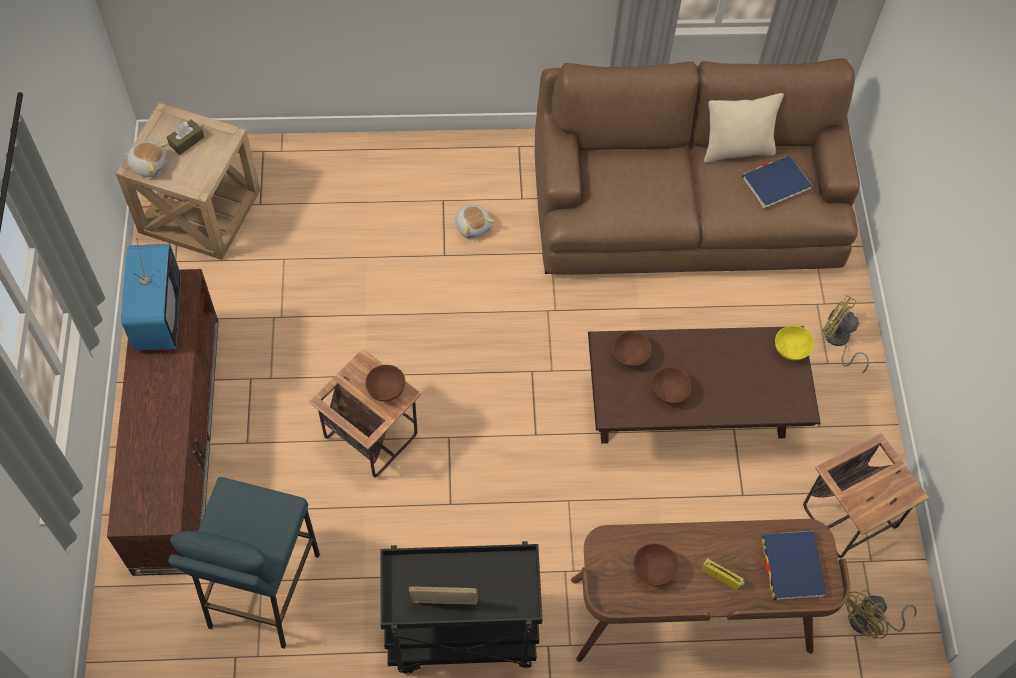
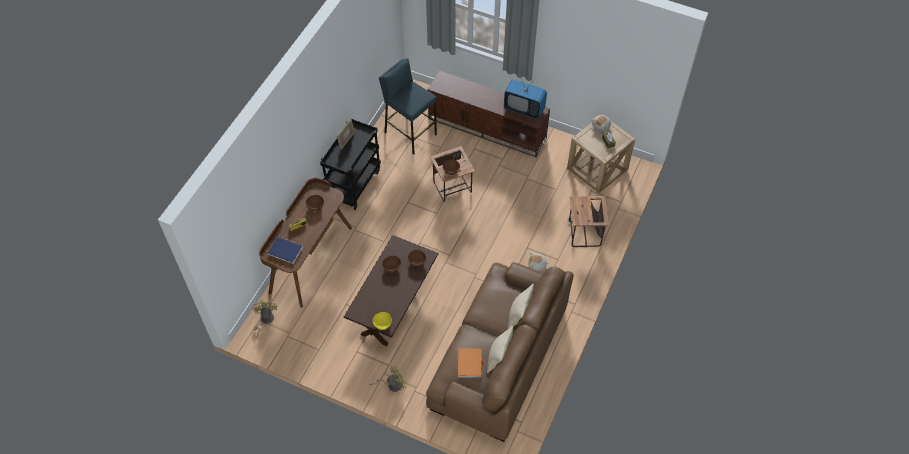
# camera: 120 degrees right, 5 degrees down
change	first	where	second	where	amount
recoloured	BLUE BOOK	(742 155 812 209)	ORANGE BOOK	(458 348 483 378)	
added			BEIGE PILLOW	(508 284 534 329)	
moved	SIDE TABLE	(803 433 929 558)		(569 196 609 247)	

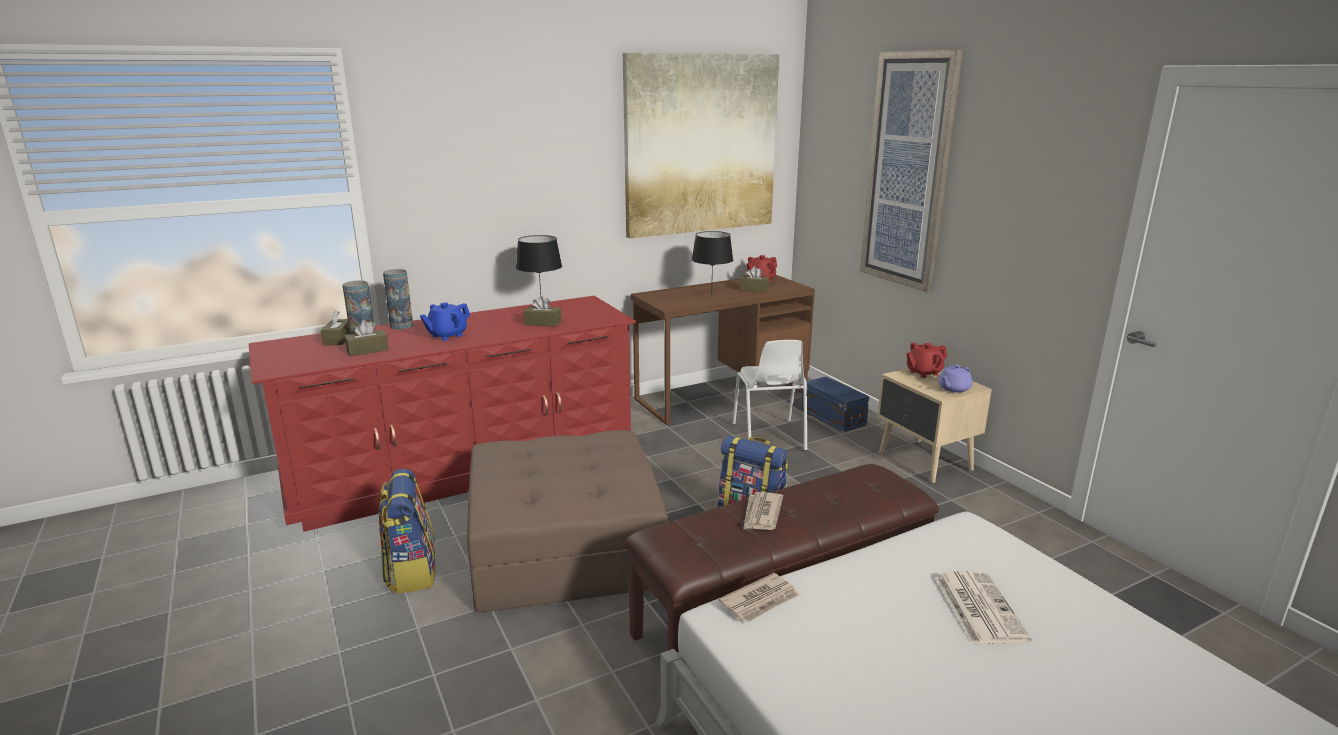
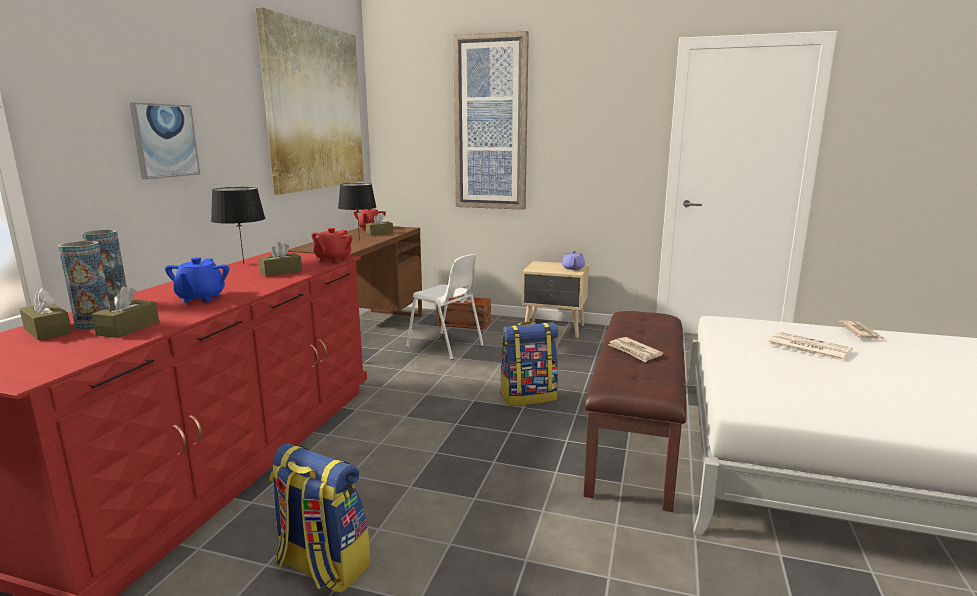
# camera: 45 degrees left, 5 degrees down
change	first	where	second	where	amount
added			PICTURE	(129 102 200 179)	
moved	RED TEAPOT	(906 343 947 378)		(311 228 352 263)	
recoloured	BLUE STORAGE BOX	(801 377 869 432)	BROWN STORAGE BOX	(436 296 491 330)	
moved	NEWSPAPER	(718 573 800 623)		(839 321 885 339)	
removed	BROWN OTTOMAN	(467 430 669 613)			

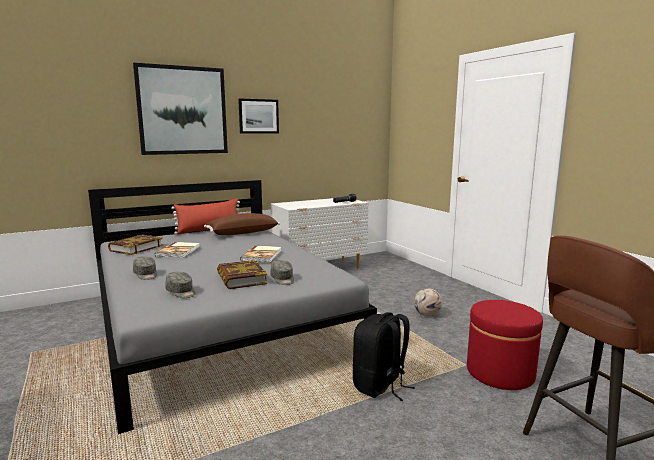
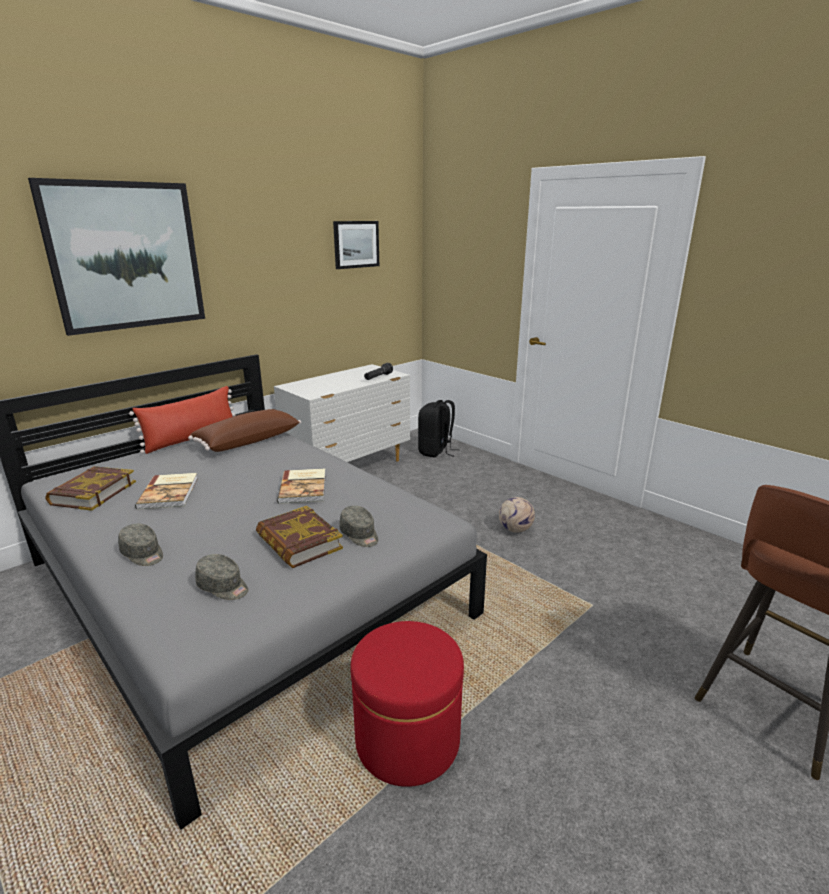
# camera: 15 degrees left, 10 degrees up
change	first	where	second	where	amount
moved	PICTURE	(238 98 279 134)		(333 221 379 269)	
moved	RED OTTOMAN	(467 300 543 390)		(351 621 464 787)	
moved	BLACK BACKPACK	(353 312 415 401)		(418 400 459 458)	

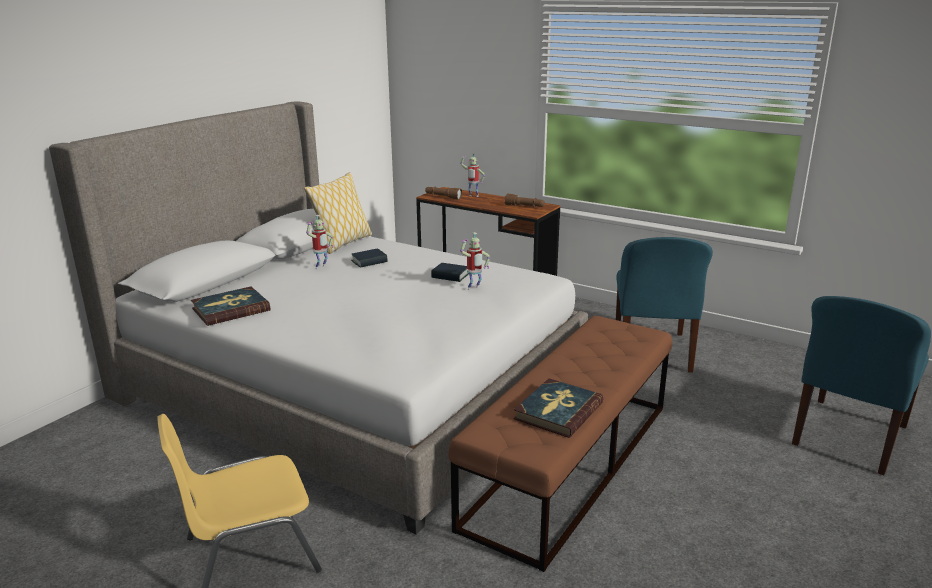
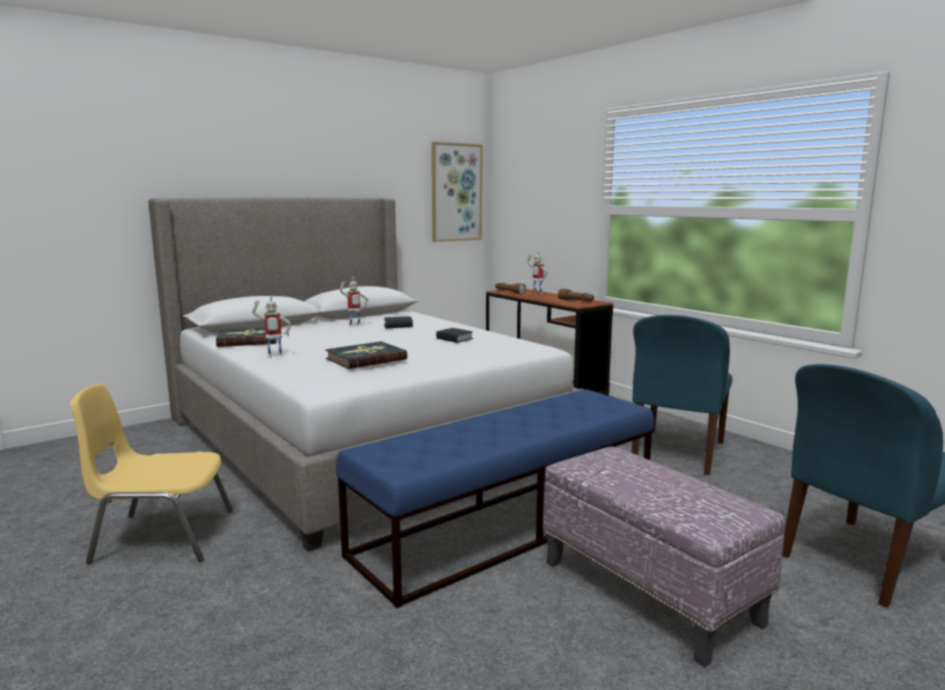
# camera: 20 degrees right, 10 degrees down
change	first	where	second	where	amount
moved	TOY ROBOT	(460 232 490 290)		(252 296 292 357)	
moved	BOOK	(514 378 603 438)		(325 341 407 369)	
recoloured	BROWN BENCH	(448 316 672 572)	BLUE BENCH	(336 389 654 608)	
added			PICTURE	(432 142 483 242)	
added			OTTOMAN	(543 447 786 667)	
removed	PILLOW	(304 172 372 254)			

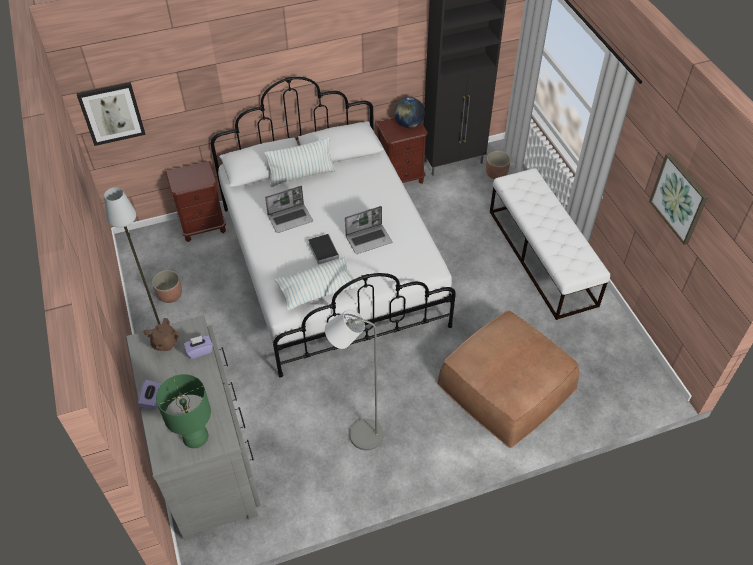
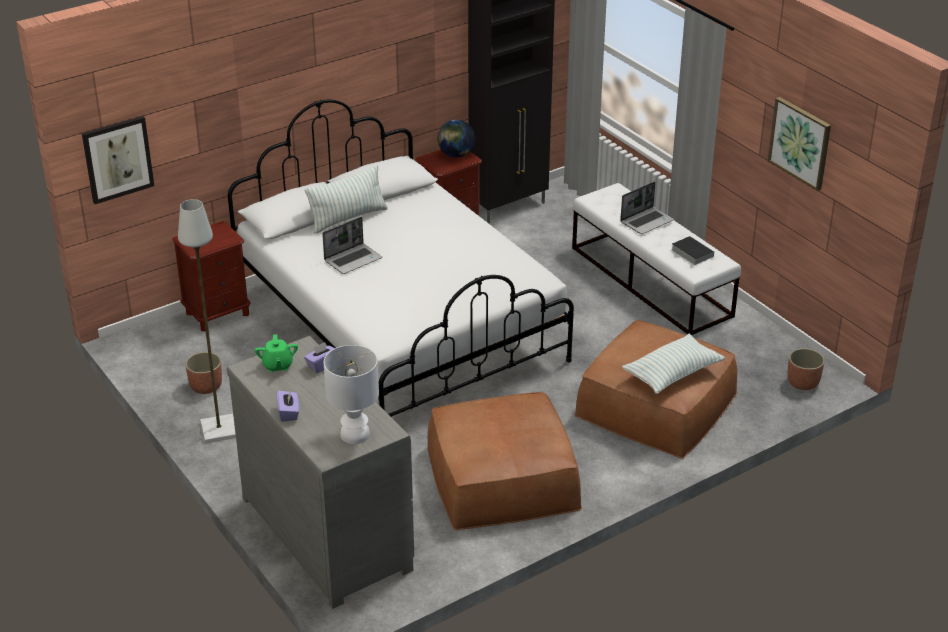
# camera: 15 degrees left, 15 degrees down
change	first	where	second	where	amount
recoloured	BROWN TEAPOT	(144 318 180 351)	GREEN TEAPOT	(255 334 298 372)	
recoloured	GREEN TABLE LAMP	(156 374 211 448)	WHITE TABLE LAMP	(324 345 379 444)	
replaced	GREY FLOOR LAMP	(325 309 384 450)	BROWN OTTOMAN	(427 392 582 530)	
moved	LAPTOP	(345 206 392 254)		(620 182 674 234)	
moved	PILLOW	(274 257 360 311)		(622 334 725 394)	
moved	BOOK	(308 234 339 265)		(671 236 714 265)	
moved	PLANTER	(486 151 511 179)		(787 348 825 390)	

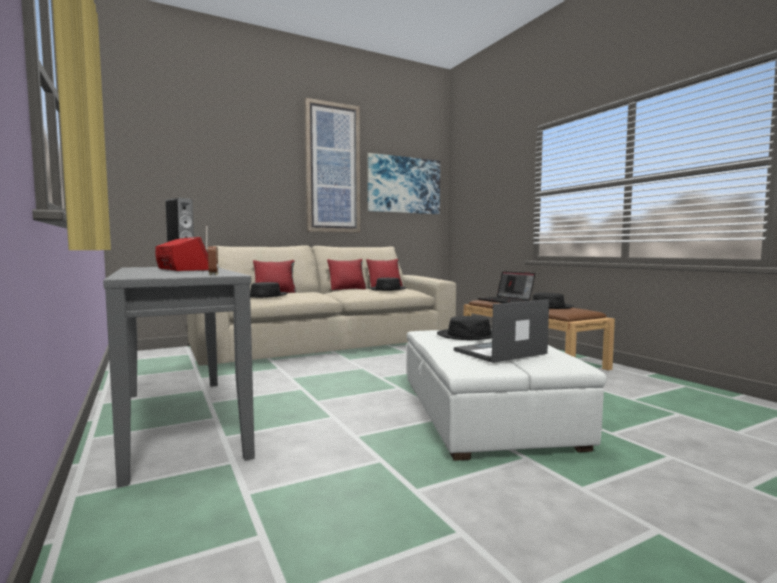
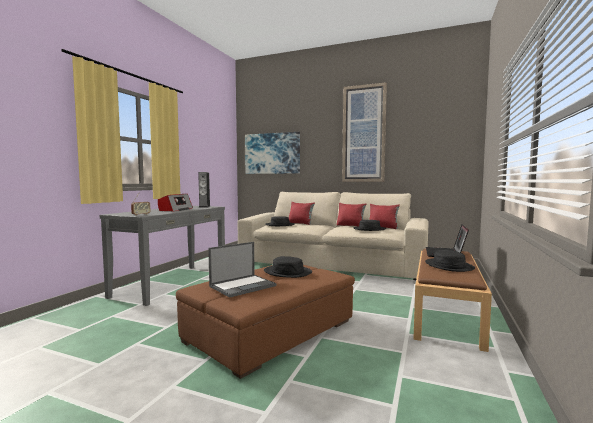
# camera: 50 degrees right, 0 degrees up
change	first	where	second	where	amount
recoloured	WHITE OTTOMAN	(407 329 607 461)	BROWN OTTOMAN	(176 265 355 379)	
turned	LAPTOP	(454 300 549 363)		(208 242 277 298)	120 degrees clockwise
moved	PICTURE	(367 153 440 214)		(245 132 300 174)	

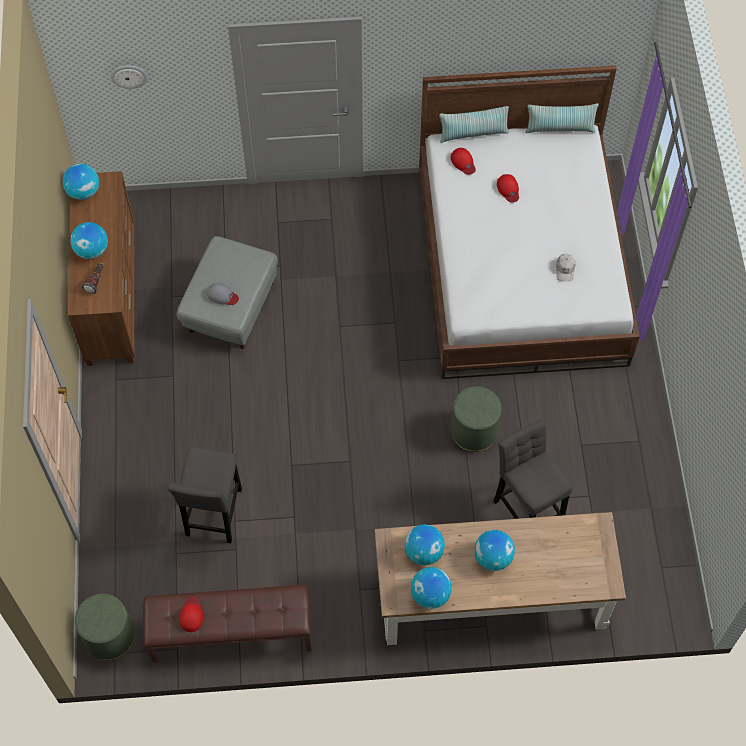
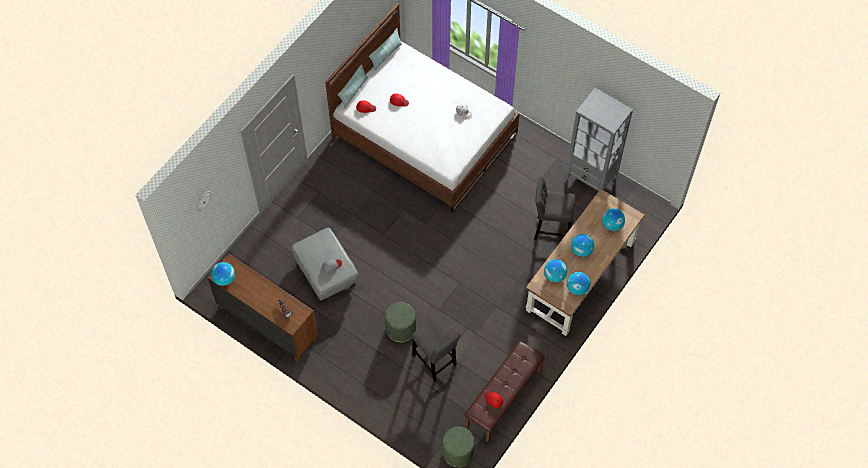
# camera: 50 degrees left, 0 degrees up
change	first	where	second	where	amount
moved	GREEN OTTOMAN	(451 386 502 452)		(385 302 416 342)	
added			GREY BOOKCASE	(566 88 633 192)	
moved	GLOBE	(70 222 108 259)		(602 208 625 231)	

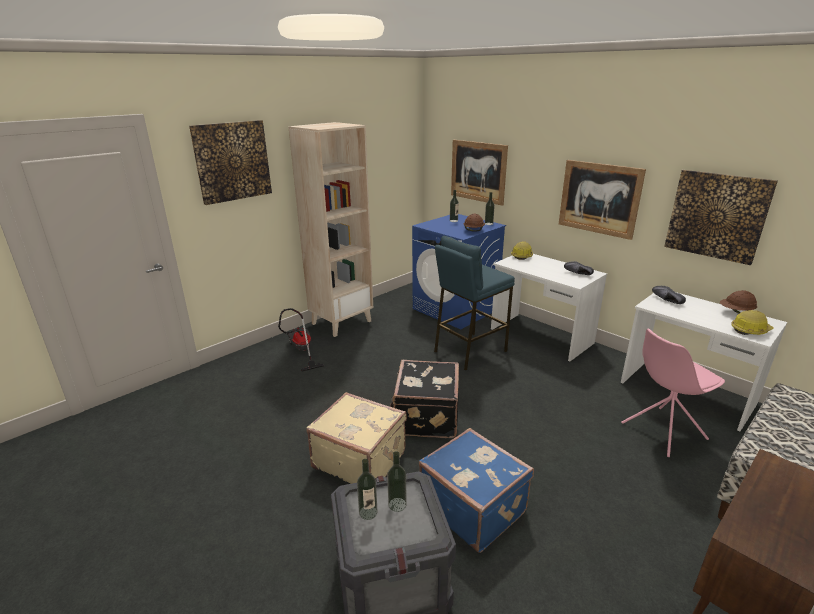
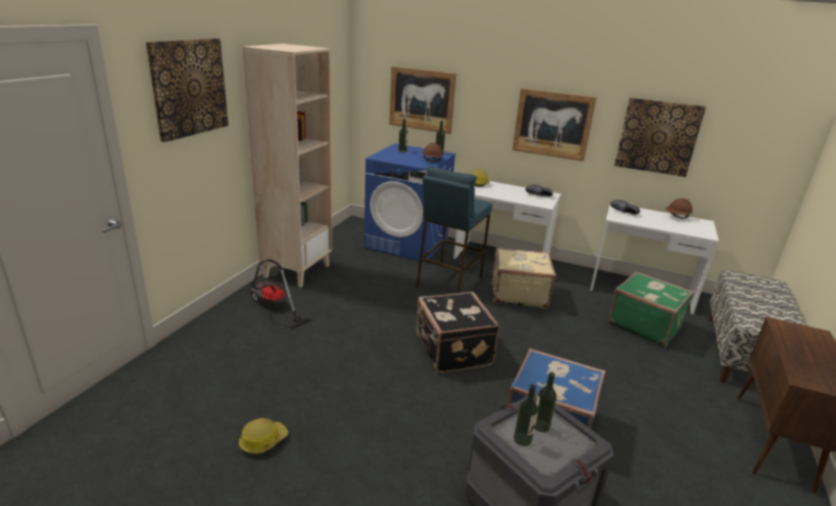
# camera: 25 degrees left, 0 degrees up
change	first	where	second	where	amount
moved	HARD HAT	(731 310 774 335)		(239 418 288 454)	
moved	BEIGE SUITCASE	(306 392 407 484)		(492 248 556 308)	
replaced	PINK CHAIR	(621 329 725 457)	GREEN SUITCASE	(608 271 694 347)	

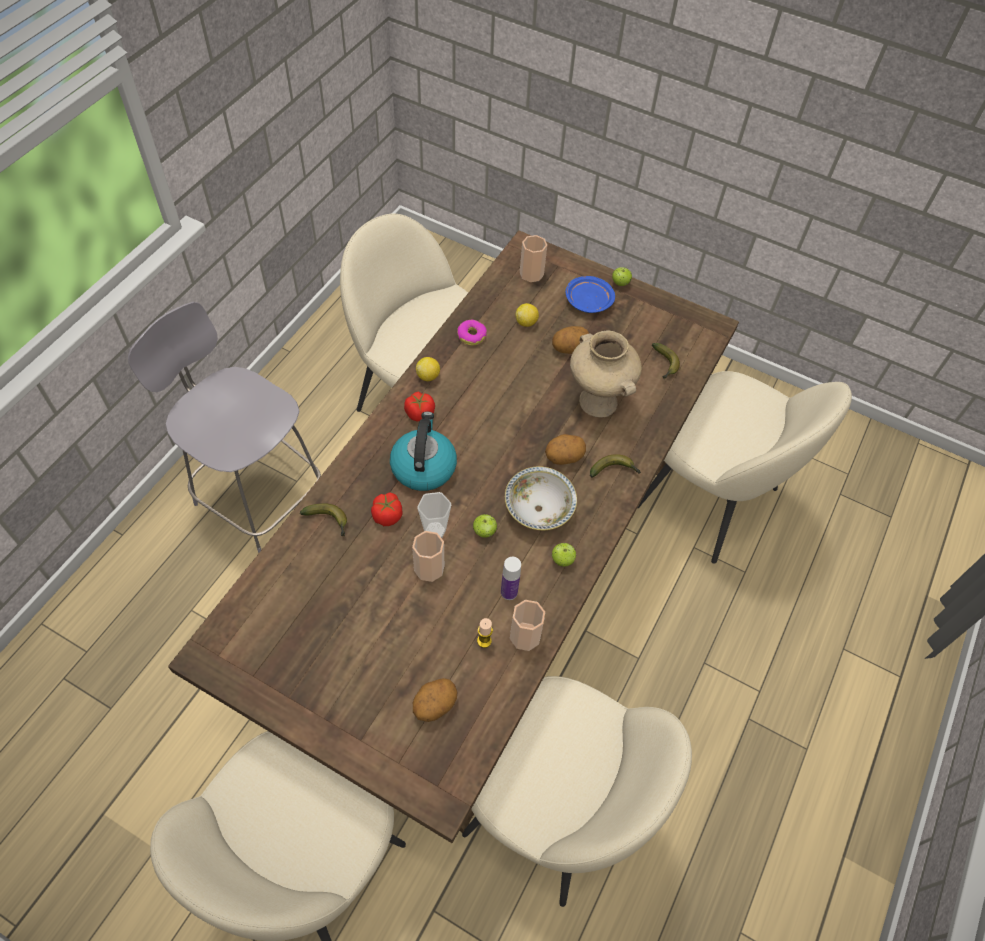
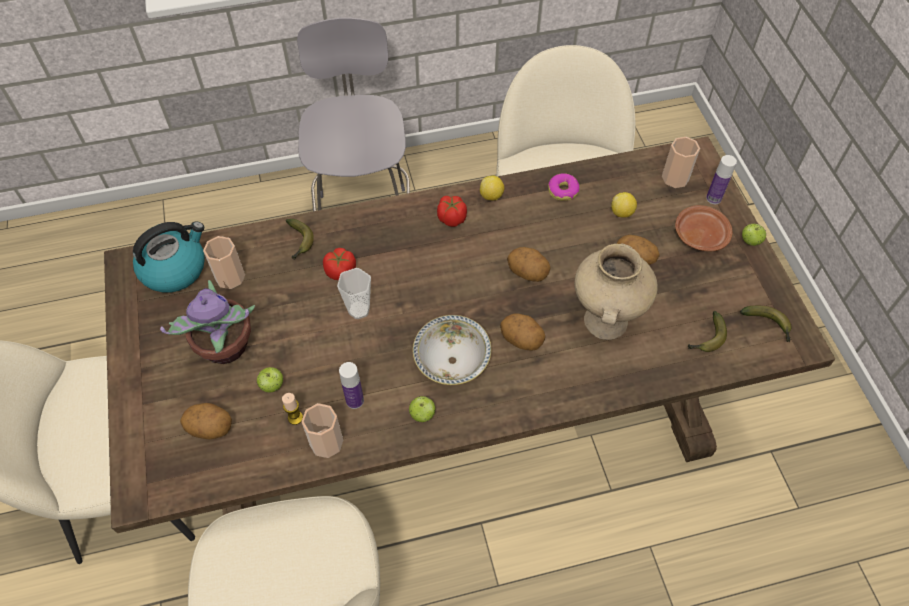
# camera: 50 degrees right, 0 degrees up
change	first	where	second	where	amount
moved	KETTLE	(390 412 457 491)		(133 222 205 293)	
added			POTTED PLANT	(160 280 255 364)	
moved	CUP	(412 531 444 582)		(203 236 245 289)	
moved	APPLE	(473 514 497 538)		(257 367 283 393)	
added			POTATO	(507 247 551 282)	
recoloured	BLUE PLATE	(566 276 615 313)	BROWN PLATE	(675 205 732 251)	
added			BOTTLE	(706 155 737 204)	
moved	BANANA	(590 454 641 478)		(740 306 792 342)	
removed	BEIGE CHAIR	(638 371 852 564)			

